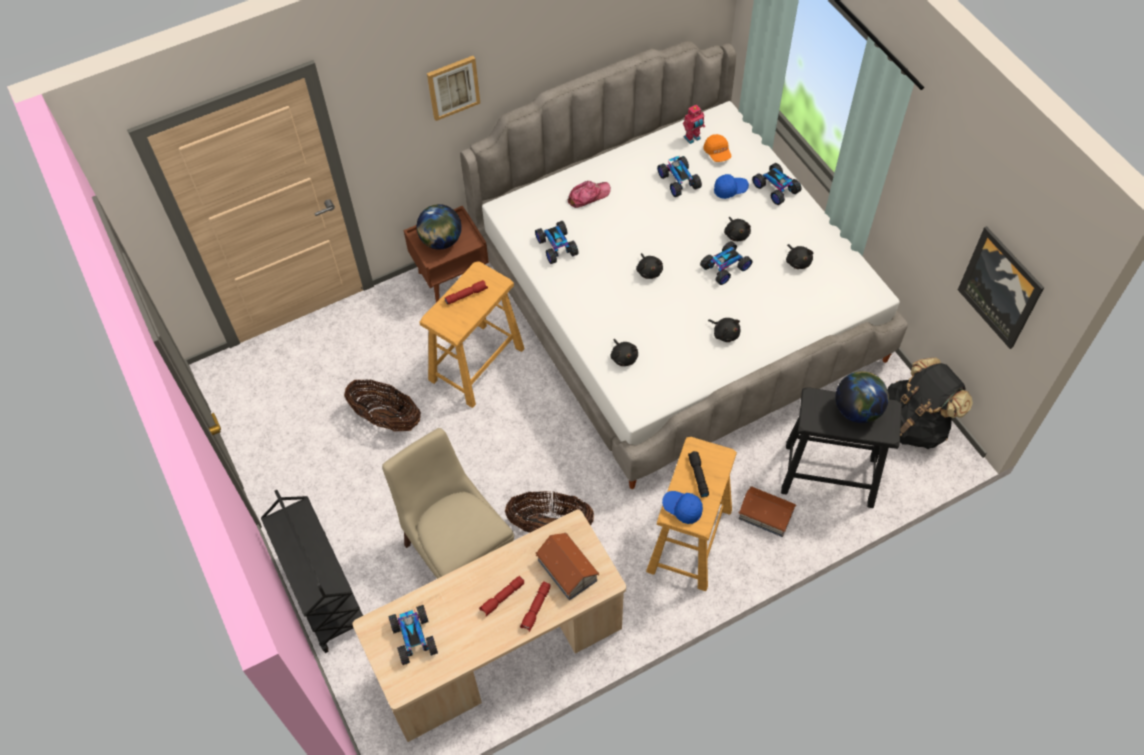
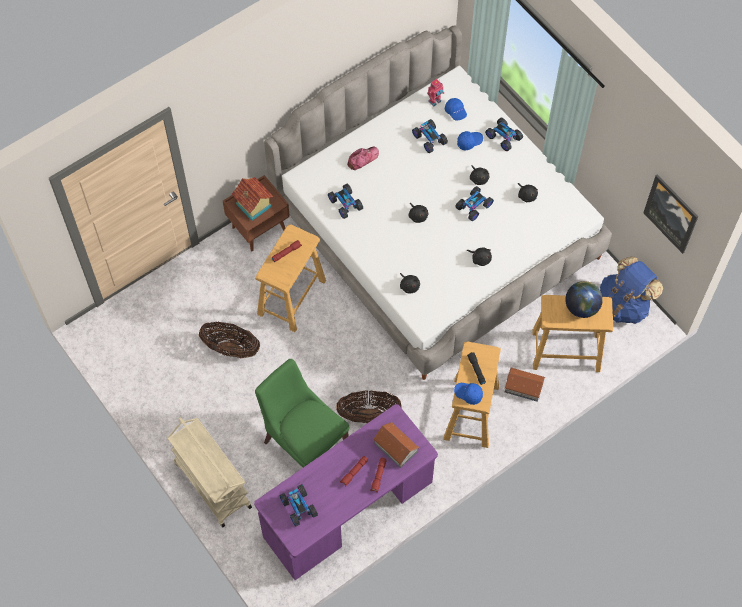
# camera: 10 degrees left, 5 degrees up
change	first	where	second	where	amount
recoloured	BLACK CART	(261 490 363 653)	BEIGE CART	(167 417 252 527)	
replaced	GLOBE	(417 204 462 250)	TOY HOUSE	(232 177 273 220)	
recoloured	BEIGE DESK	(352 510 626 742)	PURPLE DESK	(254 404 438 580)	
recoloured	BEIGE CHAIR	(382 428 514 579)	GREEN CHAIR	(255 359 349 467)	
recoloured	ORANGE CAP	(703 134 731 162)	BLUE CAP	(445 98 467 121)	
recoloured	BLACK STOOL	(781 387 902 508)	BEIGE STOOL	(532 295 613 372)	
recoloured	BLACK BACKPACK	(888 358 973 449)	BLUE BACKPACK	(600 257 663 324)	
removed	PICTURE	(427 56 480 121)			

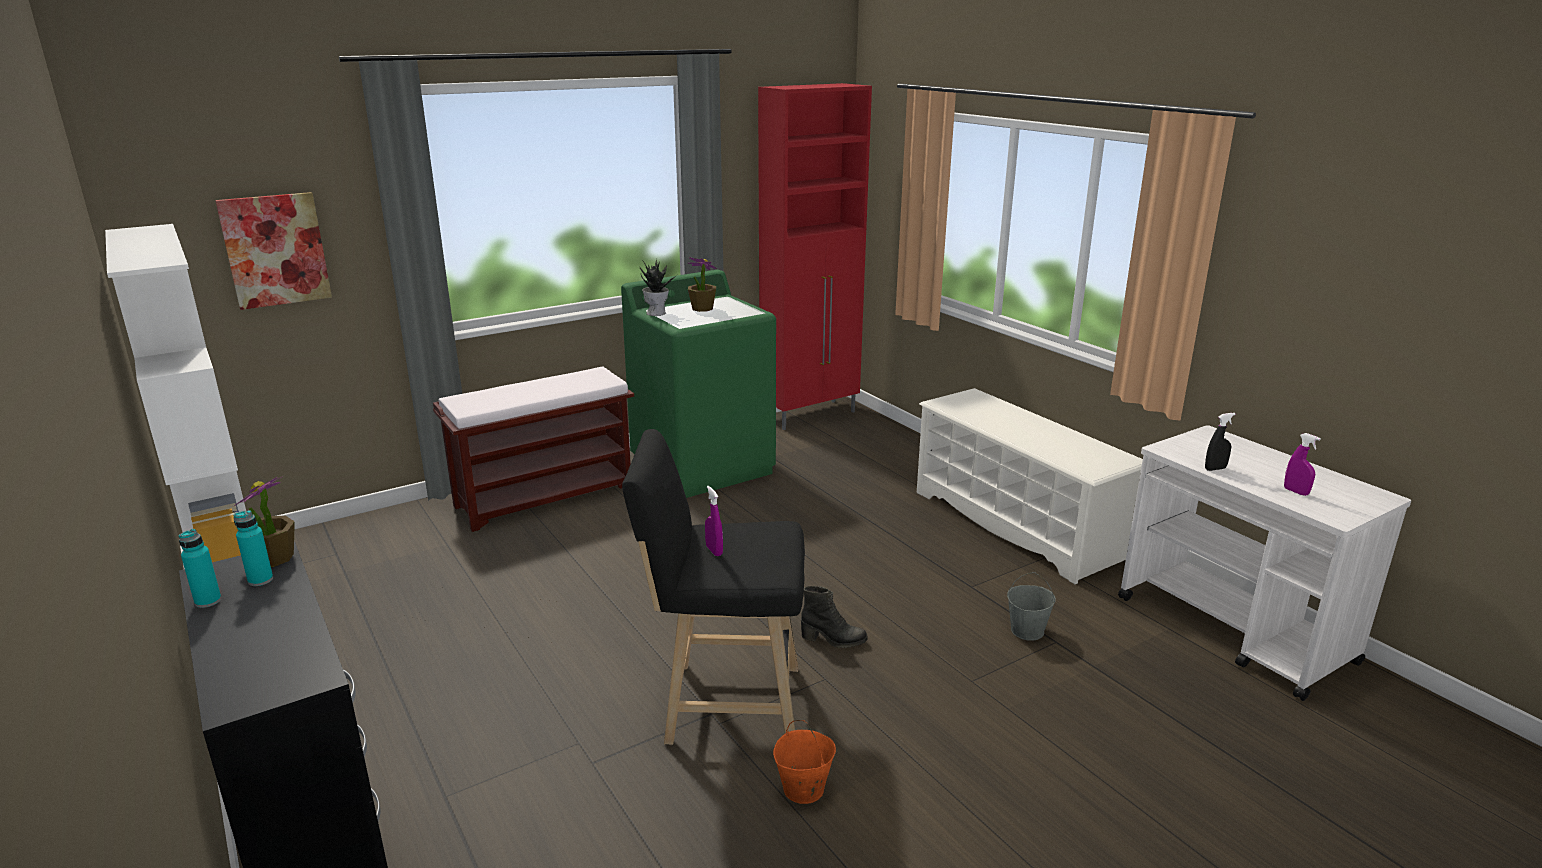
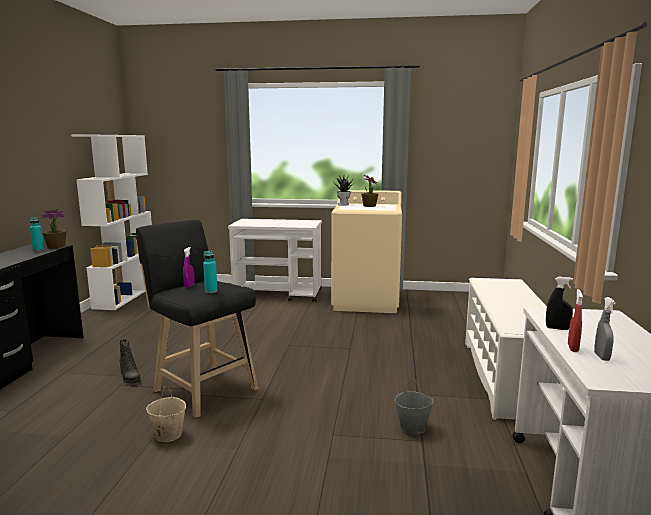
# camera: 40 degrees right, 10 degrees down
change	first	where	second	where	amount
moved	BLACK BOOT	(801 586 868 648)		(119 339 141 384)	
recoloured	ORANGE BUCKET	(773 720 836 804)	BEIGE BUCKET	(146 386 186 442)	
moved	TURQUOISE BOTTLE	(178 529 221 608)		(203 251 218 293)	
replaced	BROWN BENCH	(433 366 634 532)	WHITE CART	(228 219 322 302)	
recoloured	GREEN WASHING MACHINE	(621 270 776 498)	BEIGE WASHING MACHINE	(331 190 402 313)	
added			RED SPRAY BOTTLE	(568 289 583 352)	
recoloured	PURPLE SPRAY BOTTLE	(1284 433 1321 496)	GREY SPRAY BOTTLE	(594 297 616 361)	
removed	PICTURE	(215 192 332 310)			
removed	RED CABINET	(758 83 872 430)			

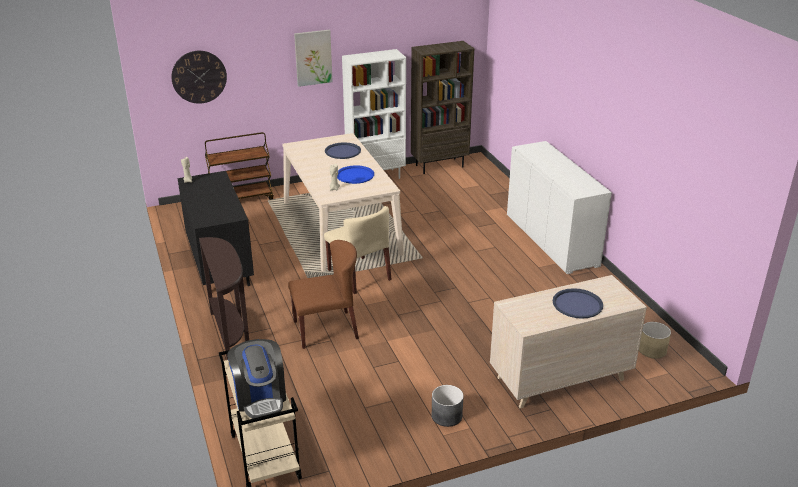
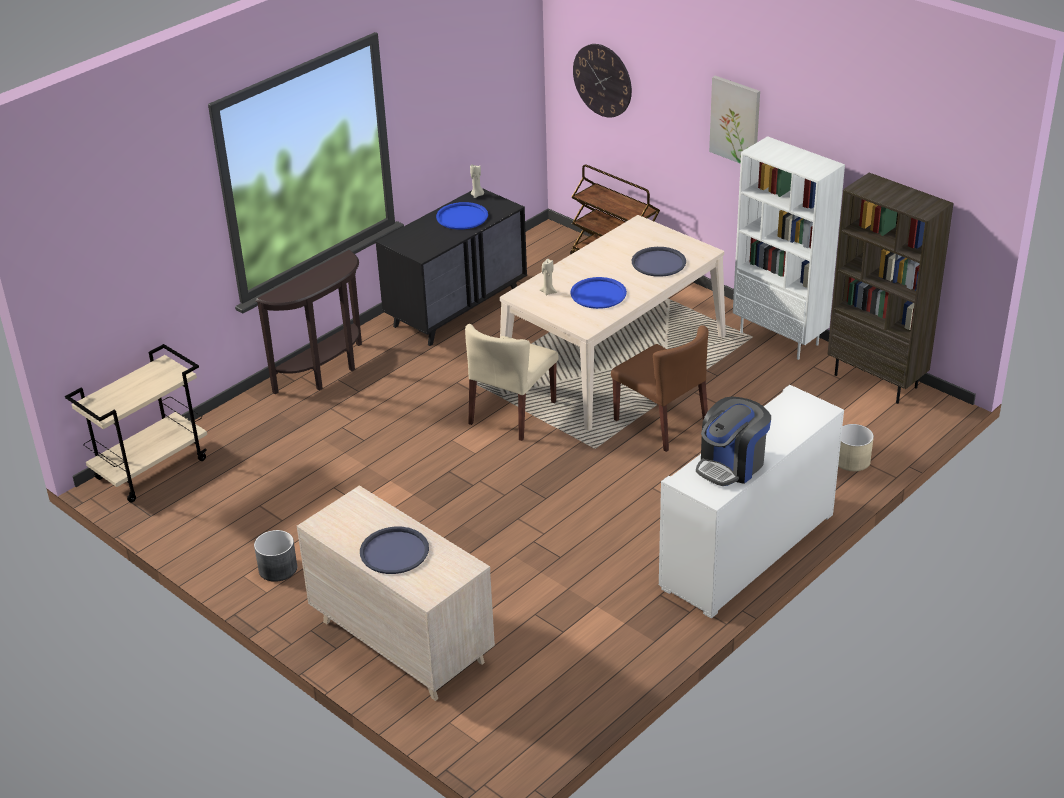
# camera: 65 degrees right, 5 degrees up
change	first	where	second	where	amount
added			BLUE TRAY	(436 202 488 230)	
moved	BROWN CHAIR	(288 240 359 349)		(611 325 709 452)	
moved	COFFEE MACHINE	(227 339 286 419)		(696 396 771 486)	
moved	BEIGE PLANTER	(639 322 671 359)		(838 424 874 471)	

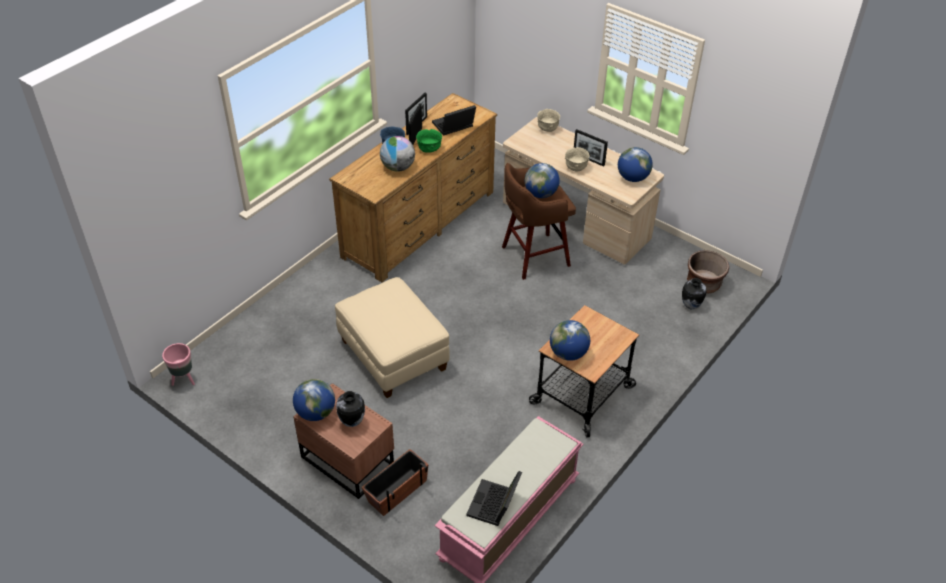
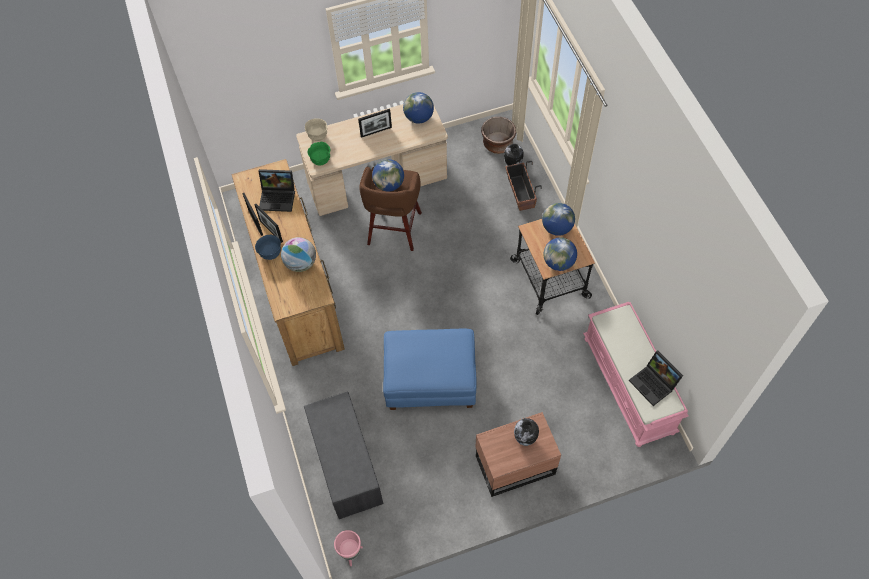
# camera: 55 degrees left, 15 degrees up
change	first	where	second	where	amount
turned	LAPTOP	(432 105 476 136)		(259 169 295 212)	90 degrees counterclockwise
added			GREY BENCH	(304 391 383 519)	
moved	GREEN BOWL	(416 129 442 153)		(308 142 330 165)	
recoloured	BEIGE OTTOMAN	(335 277 450 398)	BLUE OTTOMAN	(383 329 477 410)	
moved	PLANTER	(361 449 429 516)		(505 161 542 211)	
moved	GLOBE	(293 379 335 421)		(542 203 575 236)	
removed	BEIGE BOWL	(565 147 590 171)			

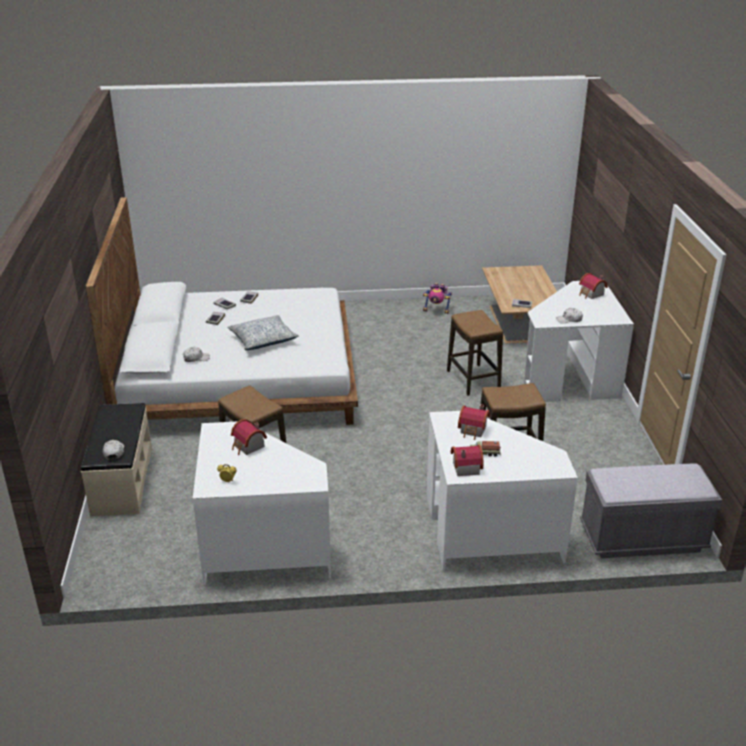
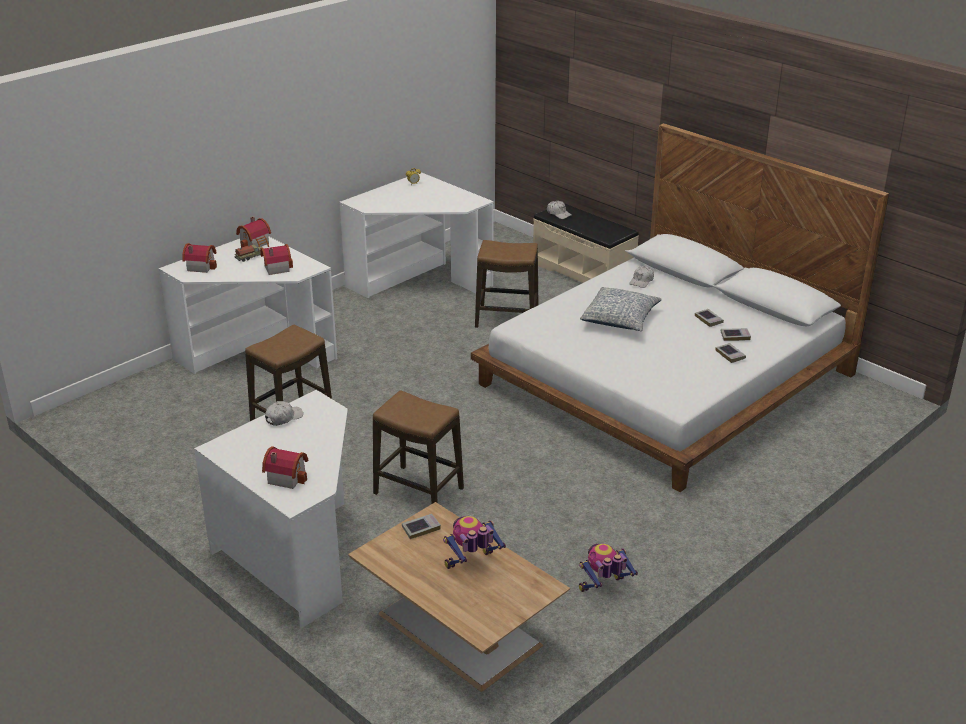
# camera: 140 degrees right, 0 degrees up
change	first	where	second	where	amount
moved	TOY HOUSE	(231 419 267 455)		(182 243 217 273)	
added			TOY ROBOT	(443 516 506 569)	
removed	GREY BENCH	(580 463 722 558)			

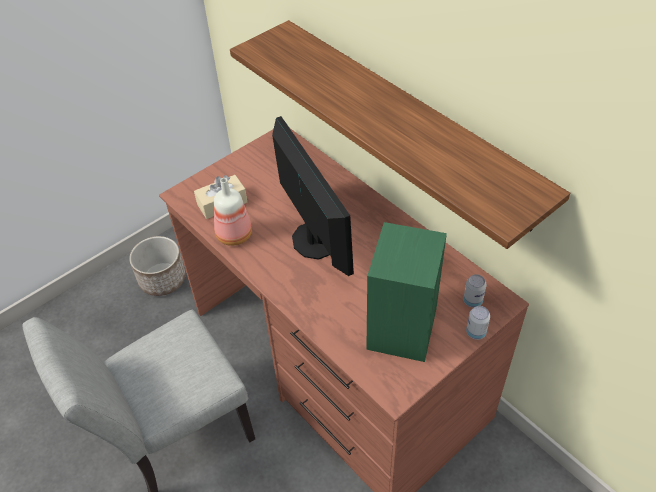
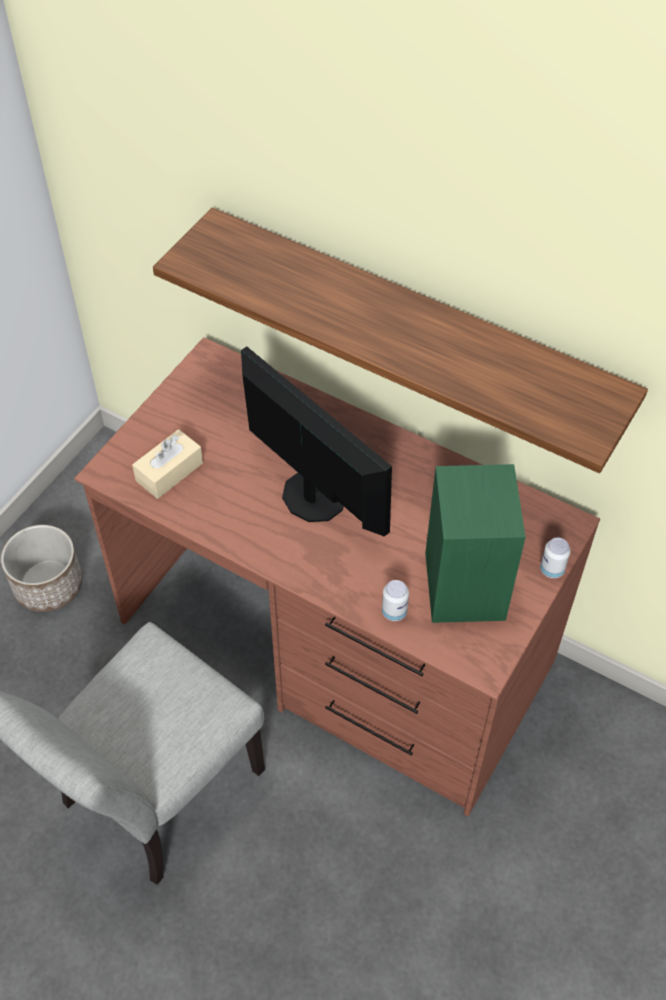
# camera: 20 degrees left, 5 degrees up
change	first	where	second	where	amount
moved	CAN	(463 274 487 308)		(382 580 409 621)	
removed	BOTTLE	(214 178 252 246)			

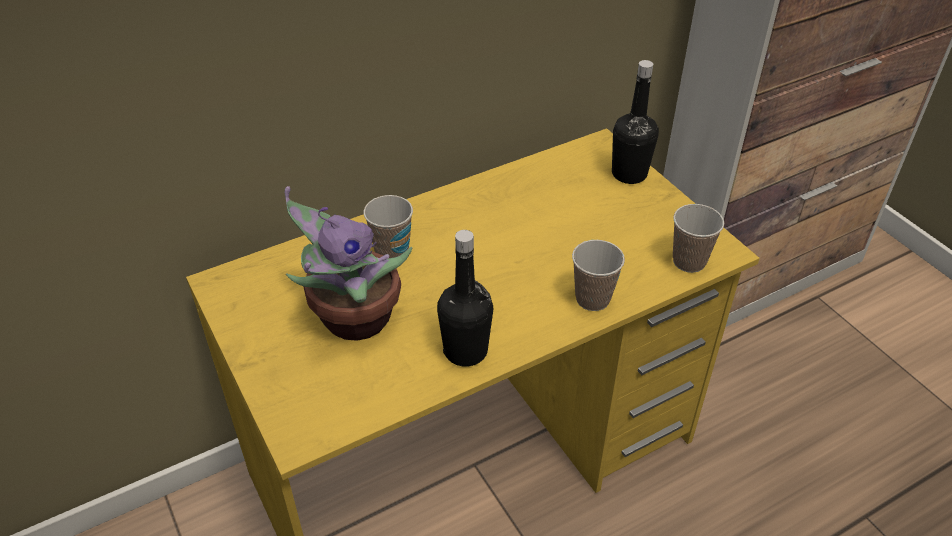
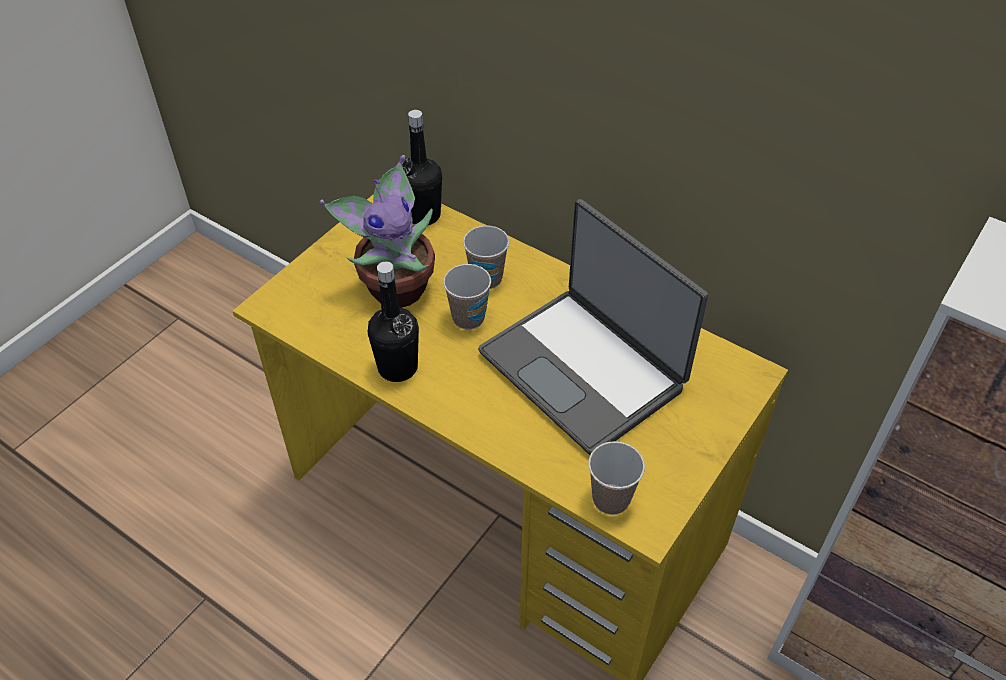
# camera: 65 degrees right, 5 degrees up
change	first	where	second	where	amount
moved	BLACK BOTTLE	(612 60 659 184)		(402 110 442 225)	
moved	CUP	(572 240 625 311)		(443 264 491 330)	
added			LAPTOP	(478 199 708 455)	

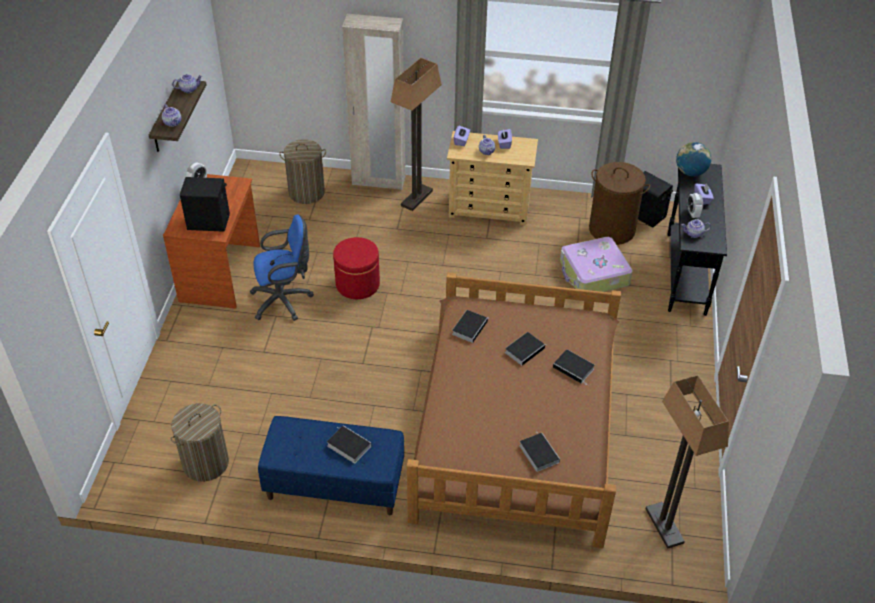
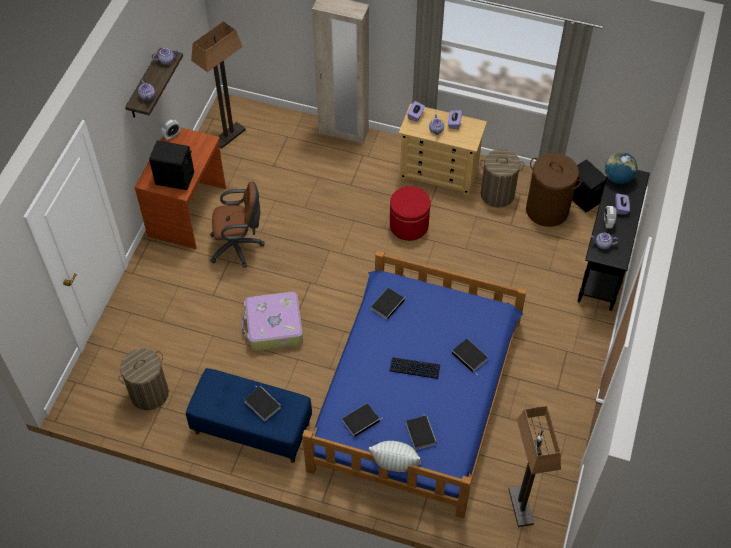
# camera: 10 degrees right, 10 degrees up
change	first	where	second	where	amount
moved	FLOOR LAMP	(391 58 442 211)		(191 21 246 149)	
recoloured	BLUE OFFICE CHAIR	(250 215 314 321)	BROWN OFFICE CHAIR	(210 182 265 268)	
moved	SUITCASE	(560 237 633 292)		(242 291 303 351)	
recoloured	BROWN BED	(407 273 621 548)	BLUE BED	(302 250 527 518)	
moved	BOOK	(505 332 548 366)		(342 403 383 437)	
added			PILLOW	(369 441 422 472)	
moved	RED OTTOMAN	(333 237 380 299)		(390 186 431 241)	
added			KEYBOARD	(390 357 440 379)	
moved	LAUNDRY BASKET	(279 139 326 204)		(480 149 524 208)	

